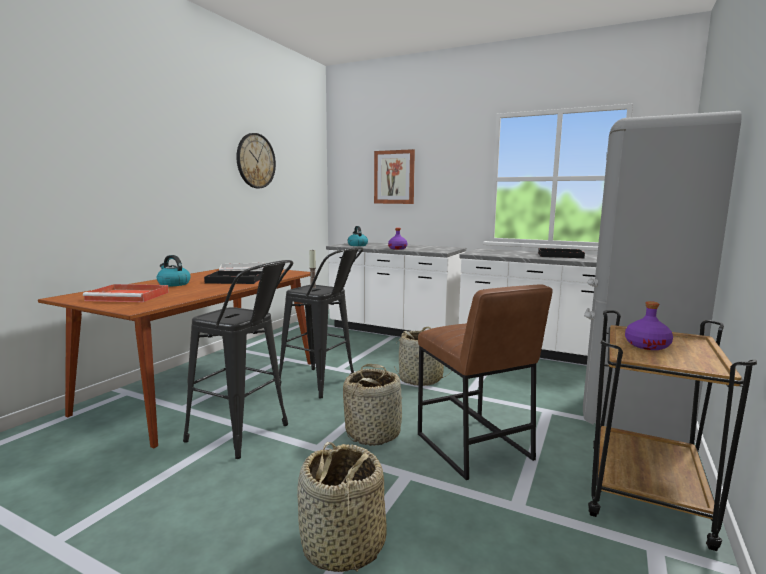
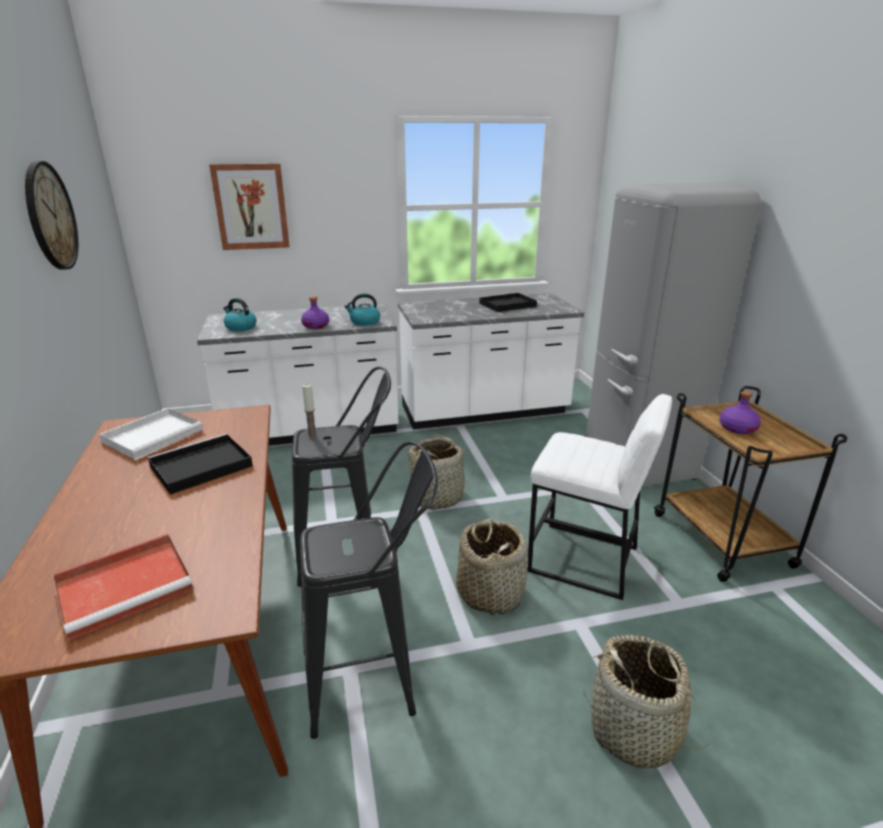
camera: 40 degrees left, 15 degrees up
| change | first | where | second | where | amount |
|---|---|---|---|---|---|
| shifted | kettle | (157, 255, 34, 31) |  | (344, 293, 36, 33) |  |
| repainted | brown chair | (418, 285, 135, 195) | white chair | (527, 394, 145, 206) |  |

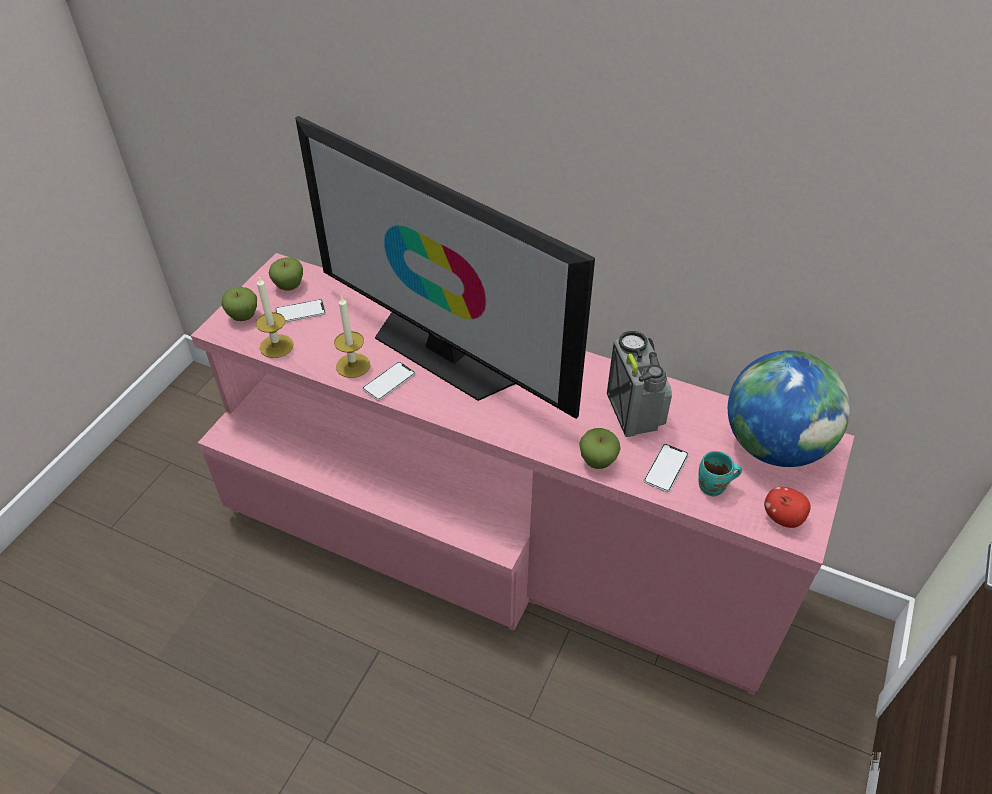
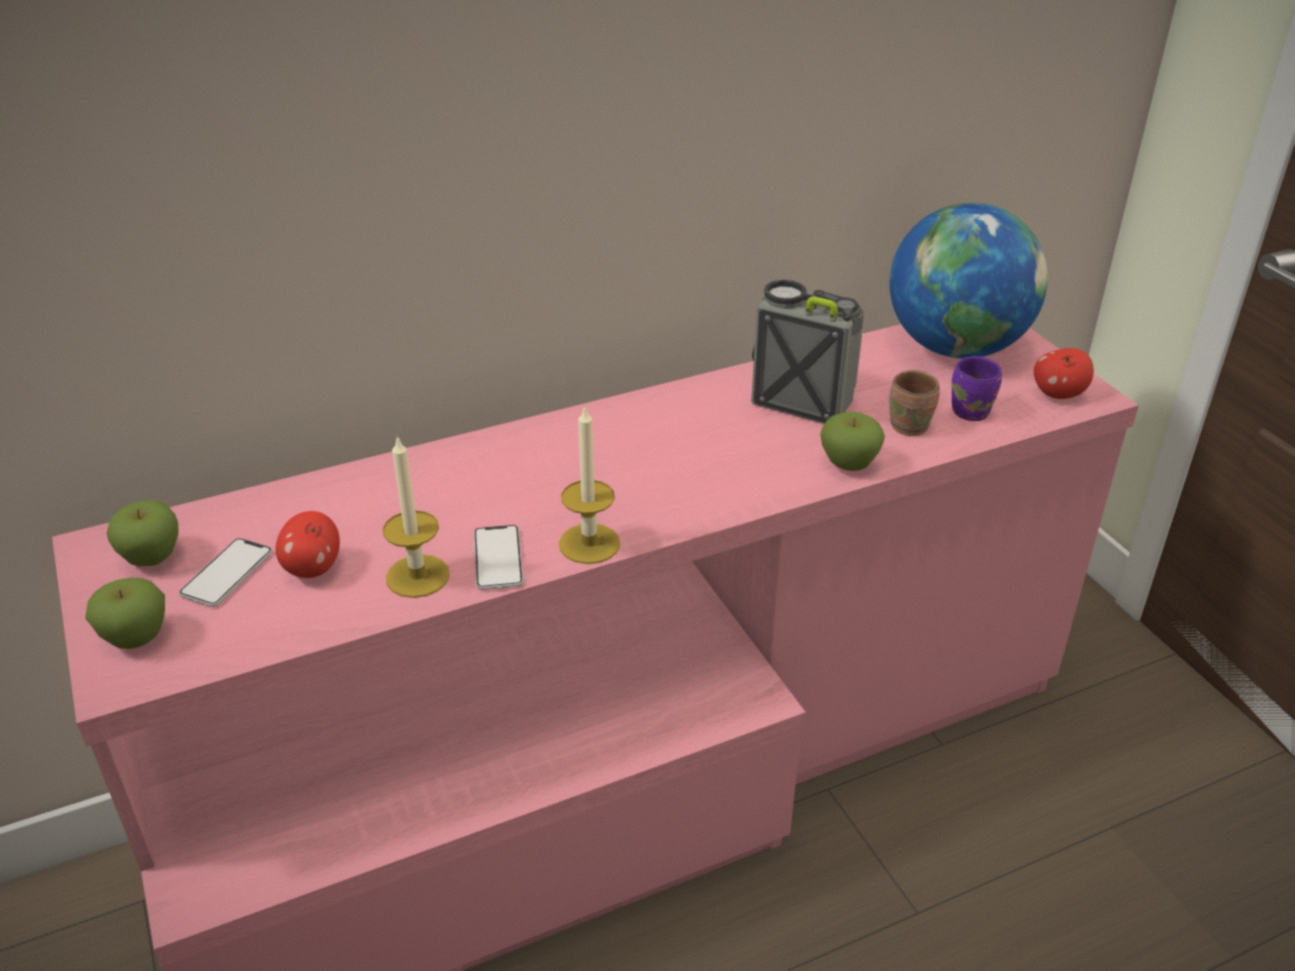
camera: 50 degrees left, 10 degrees down
| change | first | where | second | where | amount |
|---|---|---|---|---|---|
| shifted | candle | (256, 277, 37, 81) |  | (559, 405, 61, 159) |  |
| gone | television | (295, 116, 300, 303) |  |  |  |
| swapped | phone | (643, 444, 46, 48) | brown mug | (889, 370, 51, 66) |  |
| repainted | turquoise mug | (698, 451, 44, 45) | purple mug | (952, 356, 50, 65) |  |
| new |  |  | apple | (276, 511, 64, 67) |  |

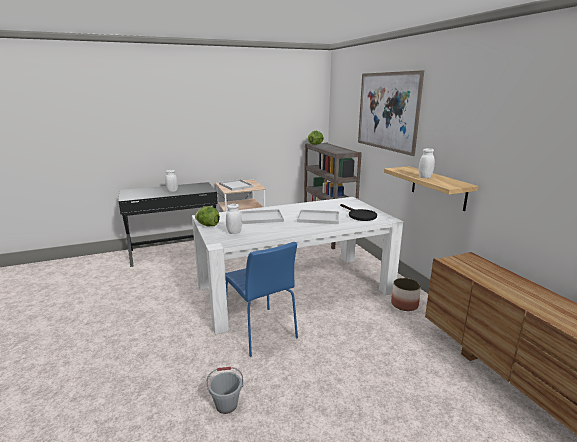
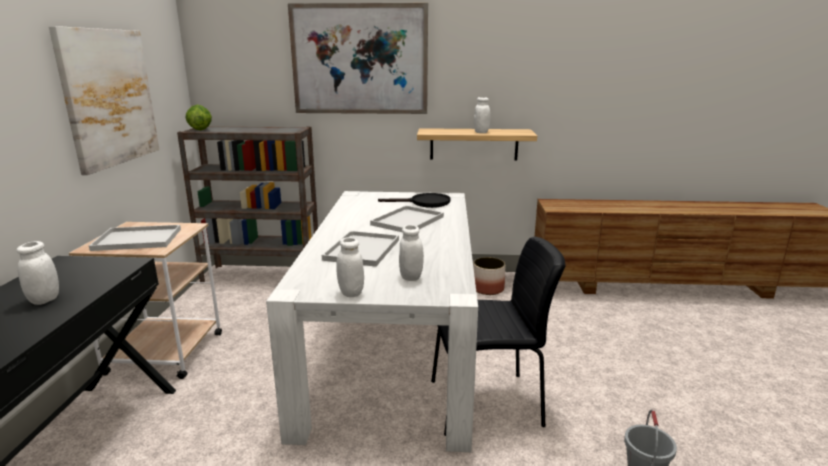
camera: 65 degrees left, 0 degrees up
| change | first | where | second | where | amount |
|---|---|---|---|---|---|
| swapped | lettuce | (195, 206, 25, 20) | white jar | (336, 237, 28, 60) |  |
| repainted | blue chair | (225, 242, 73, 115) | black chair | (431, 237, 135, 199) |  |
| new |  |  | picture | (49, 26, 111, 149) |  |

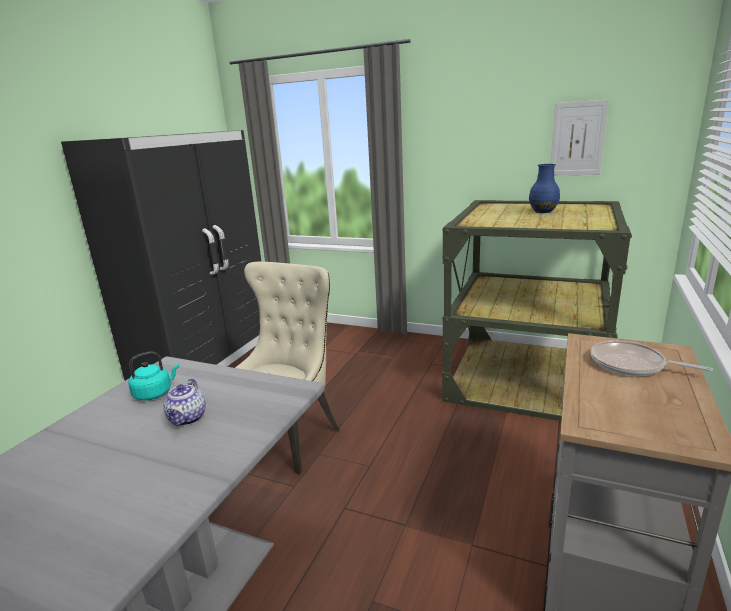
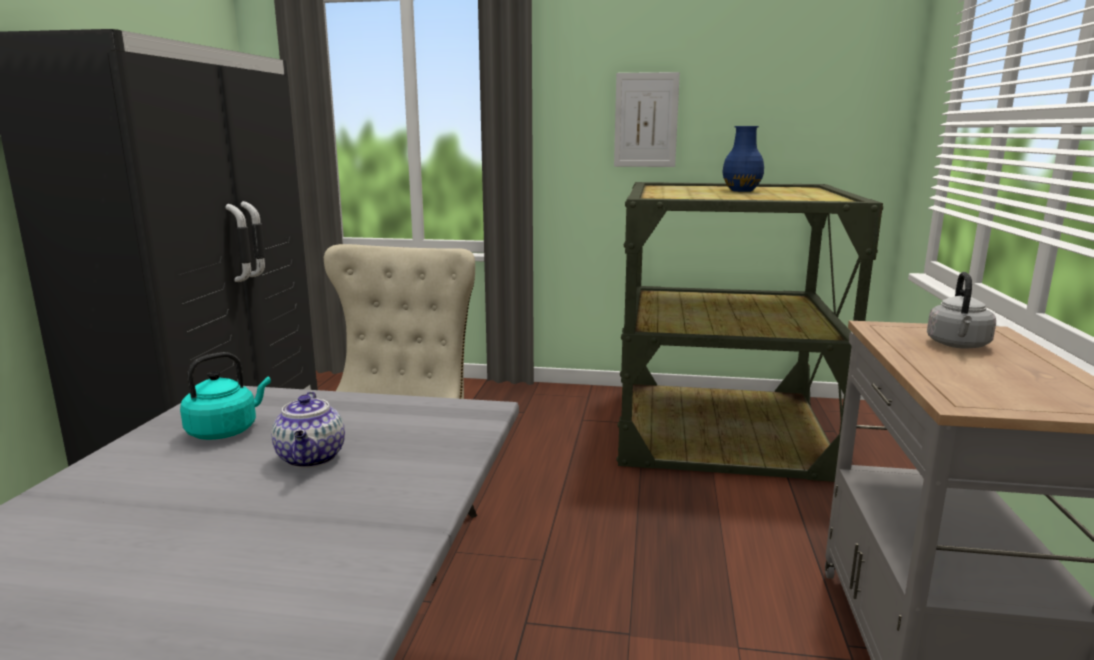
camera: 15 degrees left, 5 degrees down
| change | first | where | second | where | amount |
|---|---|---|---|---|---|
| shifted | picture | (550, 100, 59, 75) |  | (614, 72, 66, 95) |  |
| swapped | frying pan | (591, 340, 122, 36) | grey kettle | (927, 272, 69, 77) |  |

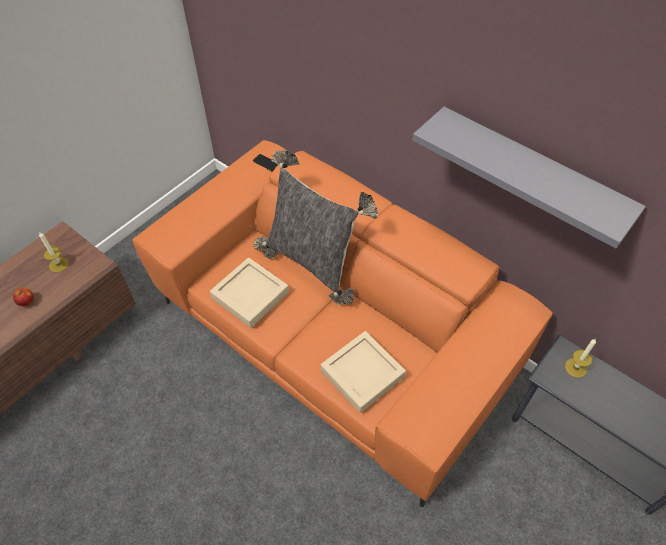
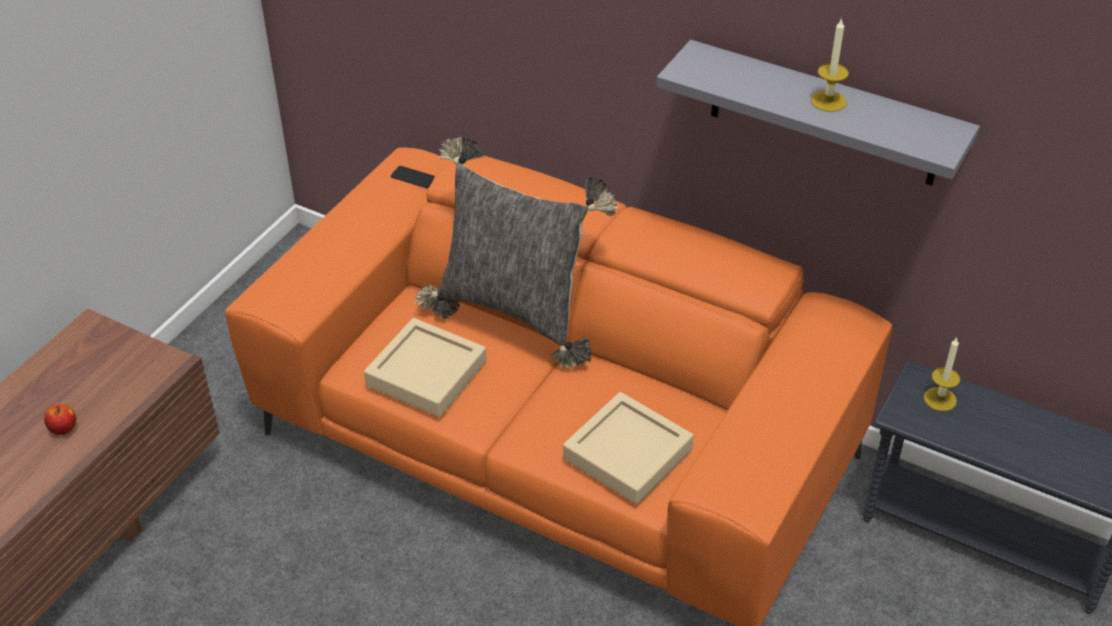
camera: 10 degrees left, 10 degrees down
| change | first | where | second | where | amount |
|---|---|---|---|---|---|
| shifted | candle | (39, 232, 30, 41) |  | (811, 18, 38, 94) |  |

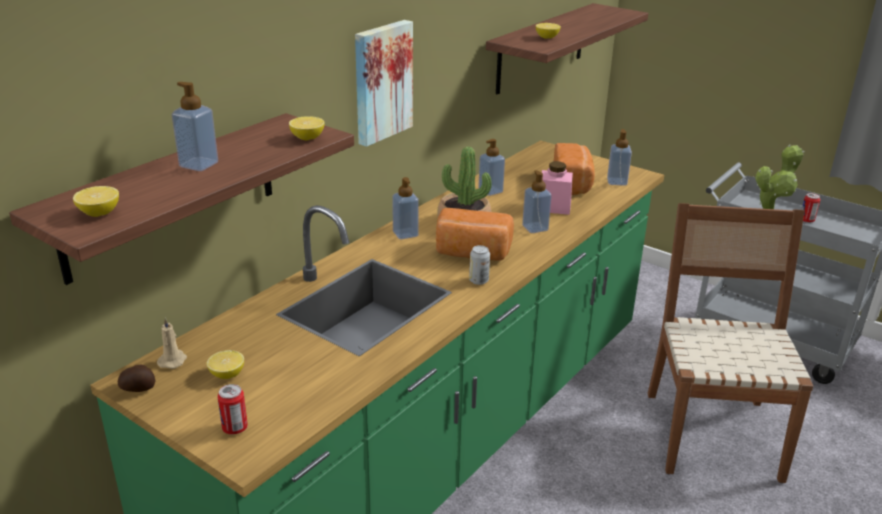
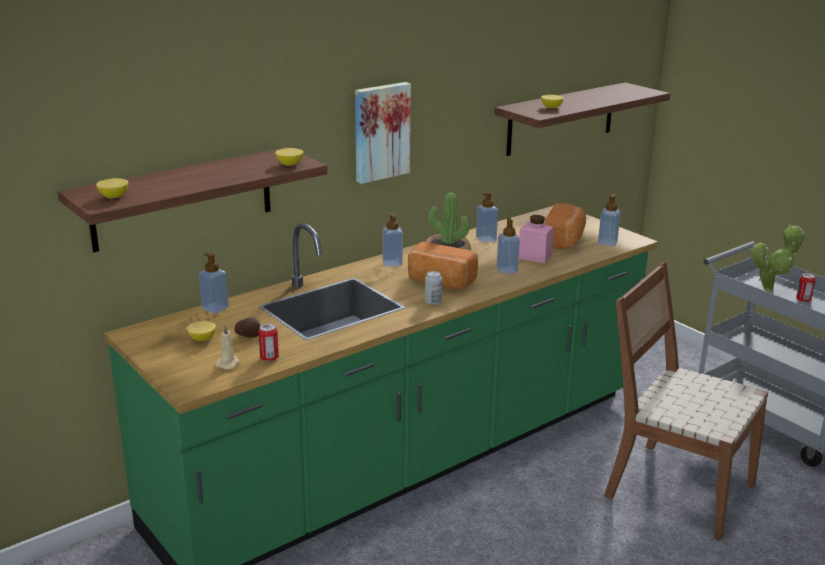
camera: 15 degrees right, 5 degrees down
| change | first | where | second | where | amount |
|---|---|---|---|---|---|
| shifted | potato | (118, 364, 37, 28) |  | (234, 317, 27, 21) |  |
| shifted | beige candle | (157, 317, 30, 52) |  | (215, 325, 25, 44) |  |
| shifted | soap dispenser | (172, 82, 46, 89) |  | (199, 252, 30, 62) |  |
| shifted | can | (217, 384, 31, 50) |  | (258, 323, 21, 38) |  |
| rotated | chair | (648, 203, 165, 280) |  | (604, 261, 164, 279) | 75 degrees counterclockwise |

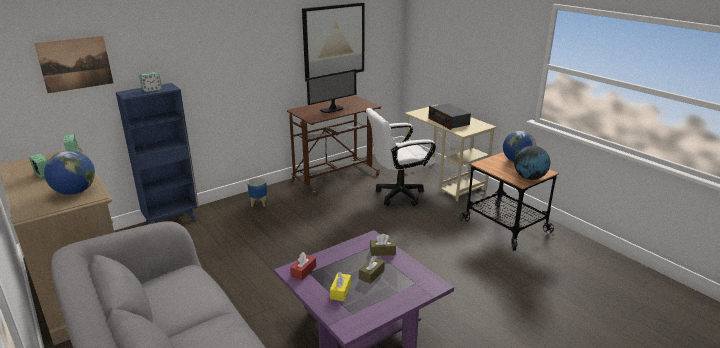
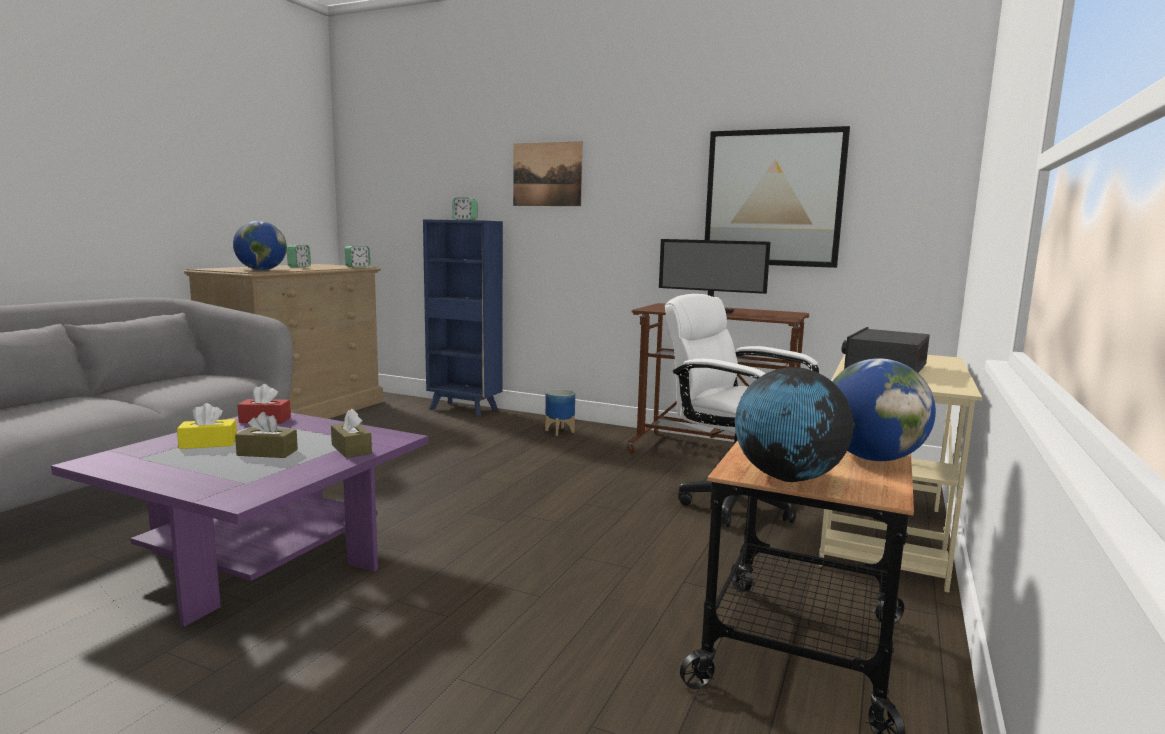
camera: 60 degrees right, 15 degrees down
| change | first | where | second | where | amount |
|---|---|---|---|---|---|
| shifted | picture | (34, 36, 79, 57) |  | (513, 141, 70, 65) |  |

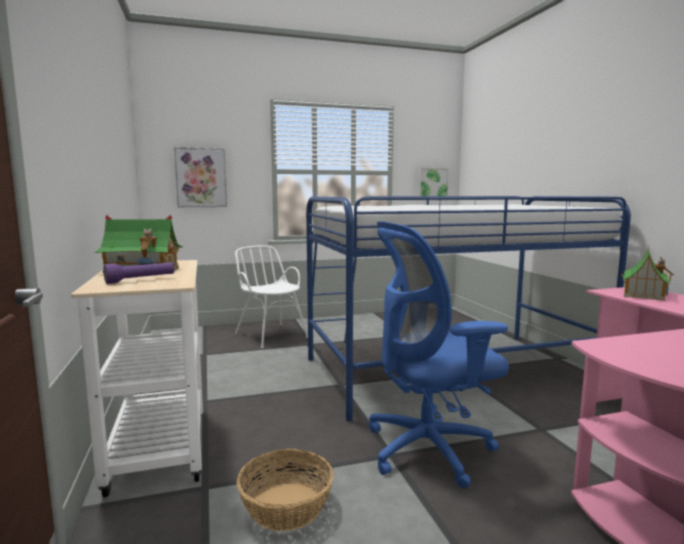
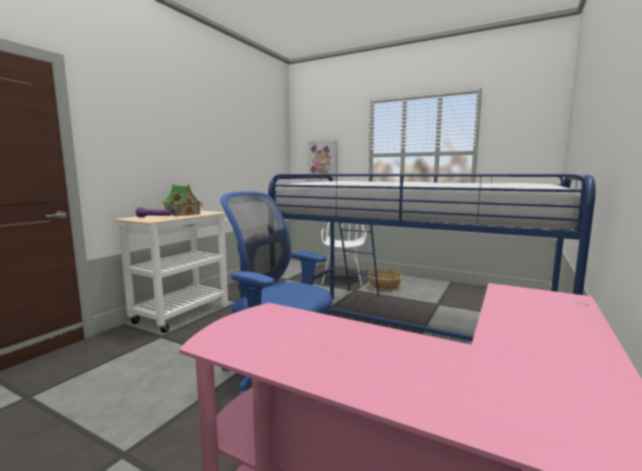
camera: 45 degrees right, 0 degrees up
| change | first | where | second | where | amount |
|---|---|---|---|---|---|
| shifted | basket | (237, 449, 97, 82) |  | (367, 270, 35, 21) |  |
| gone | picture | (418, 168, 32, 33) |  |  |  |
| gone | toy house | (619, 245, 55, 56) |  |  |  |

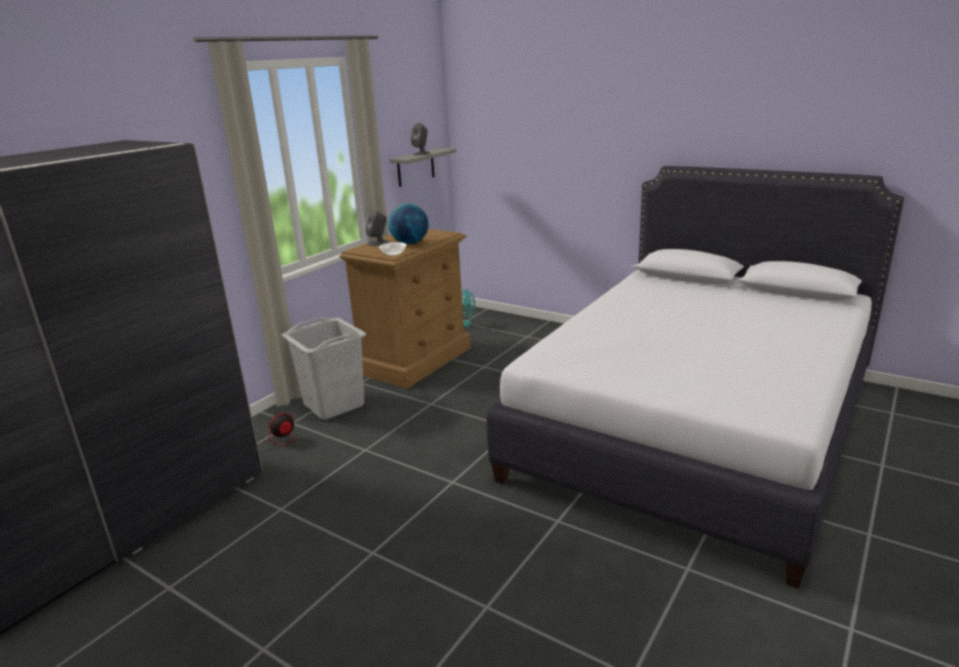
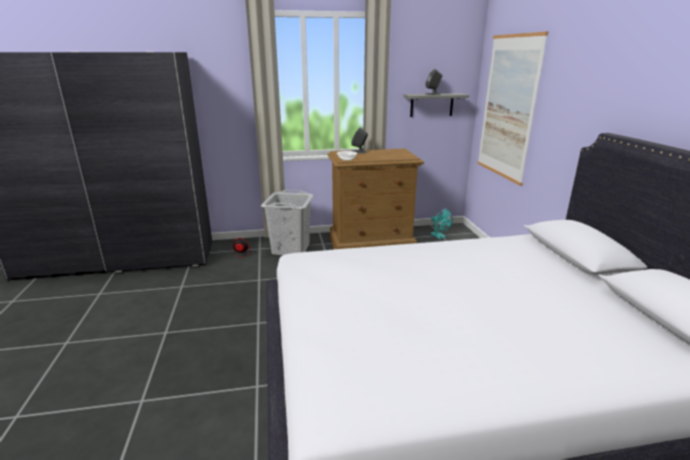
camera: 45 degrees right, 0 degrees up
| change | first | where | second | where | amount |
|---|---|---|---|---|---|
| gone | globe | (388, 204, 41, 40) |  |  |  |
| new |  |  | picture | (477, 32, 71, 154) |  |

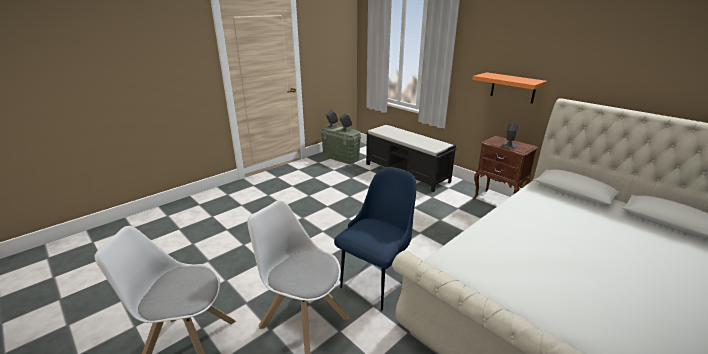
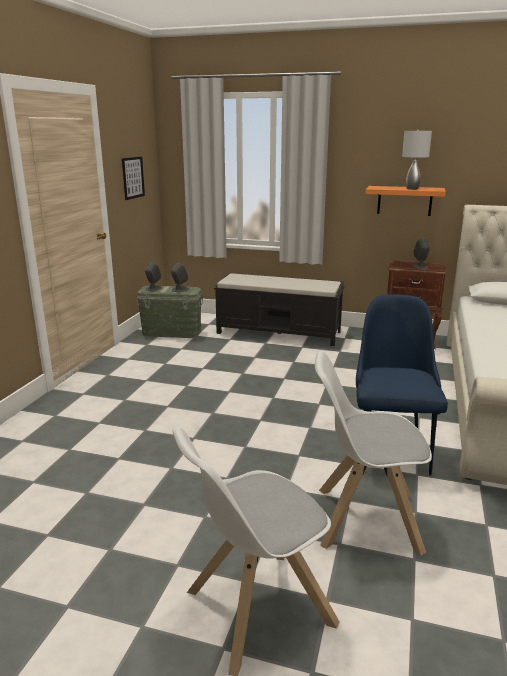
camera: 30 degrees left, 5 degrees down
| change | first | where | second | where | amount |
|---|---|---|---|---|---|
| new |  |  | picture | (122, 157, 23, 43) |  |
| new |  |  | grey table lamp | (402, 130, 30, 60) |  |

